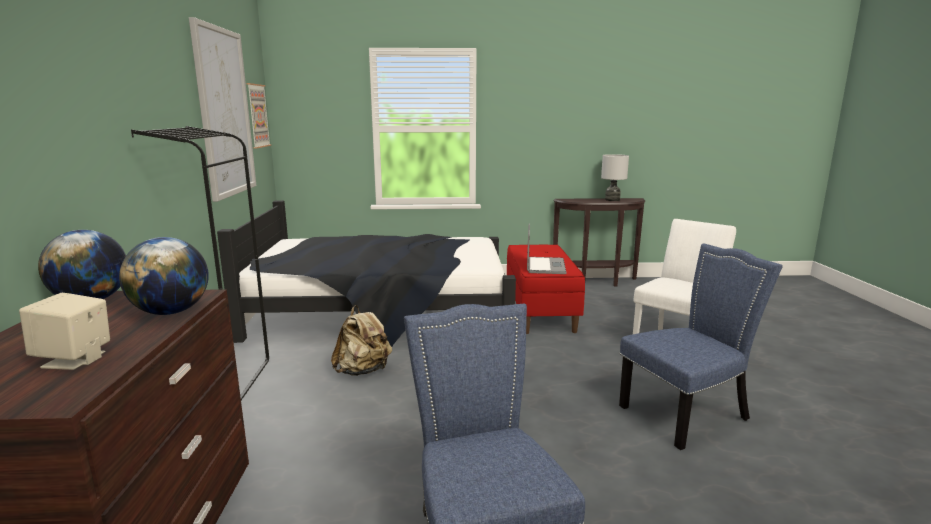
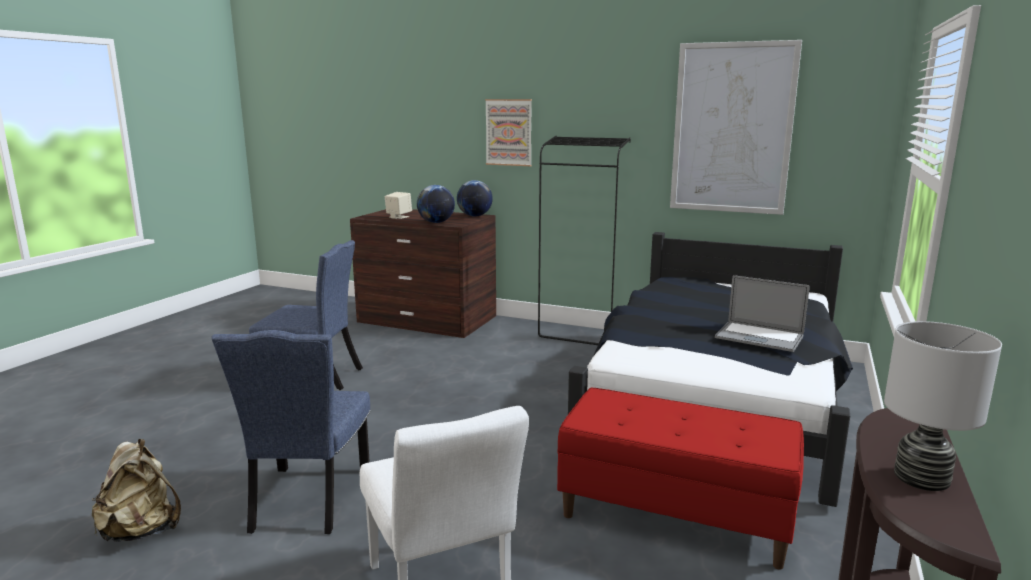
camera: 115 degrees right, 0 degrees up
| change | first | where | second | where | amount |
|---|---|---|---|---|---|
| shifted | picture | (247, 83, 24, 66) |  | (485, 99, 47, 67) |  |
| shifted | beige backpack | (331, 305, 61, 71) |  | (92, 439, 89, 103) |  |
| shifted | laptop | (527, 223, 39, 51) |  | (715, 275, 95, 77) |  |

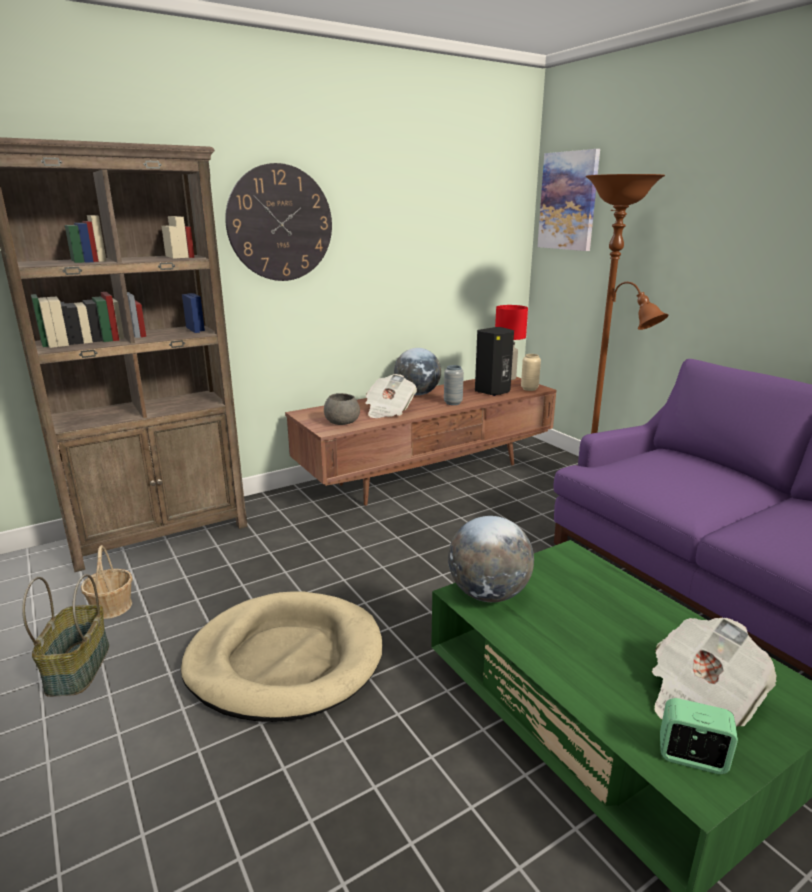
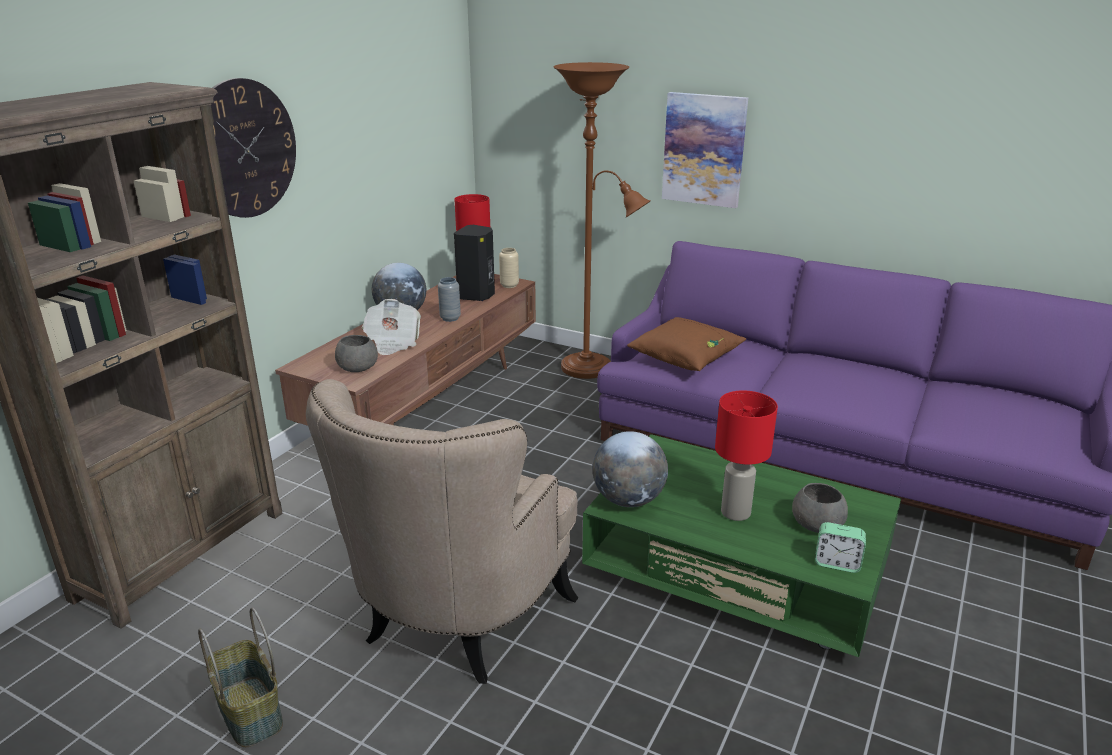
camera: 30 degrees left, 5 degrees up
| change | first | where | second | where | amount |
|---|---|---|---|---|---|
| gone | basket | (81, 545, 52, 74) |  |  |  |
| swapped | beige dog bed | (181, 592, 202, 130) | beige armchair | (306, 379, 272, 305) |  |
| shifted | picture | (537, 149, 63, 102) |  | (662, 92, 86, 116) |  |
| swapped | newspaper | (652, 618, 125, 109) | grey bowl | (792, 483, 56, 50) |  |
| rotated | alarm clock | (660, 698, 78, 76) |  | (815, 522, 51, 51) | 150 degrees counterclockwise |
| new |  |  | brown pillow | (627, 317, 119, 54) |  |
| new |  |  | red table lamp | (715, 390, 63, 131) |  |

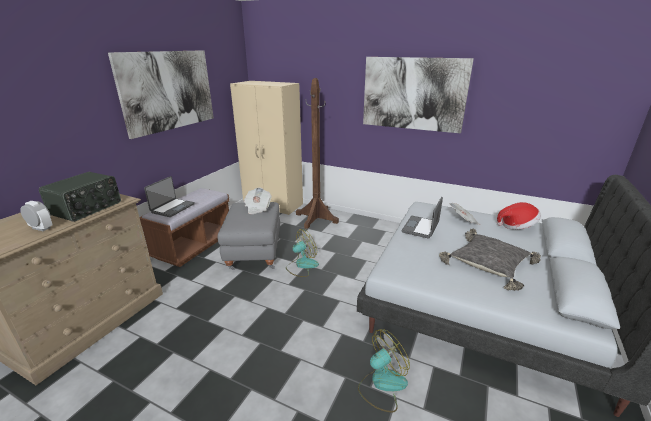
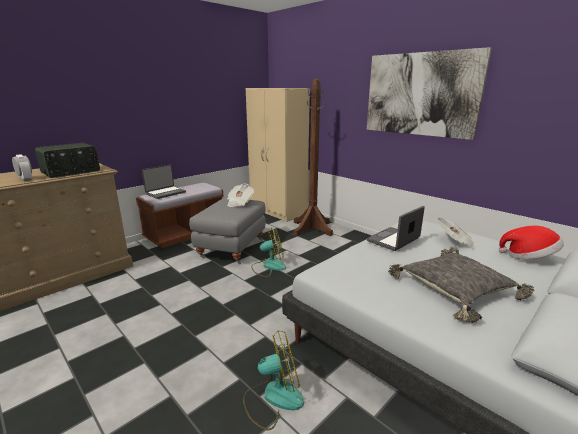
camera: 20 degrees right, 5 degrees down
| change | first | where | second | where | amount |
|---|---|---|---|---|---|
| gone | picture | (108, 50, 106, 89) |  |  |  |

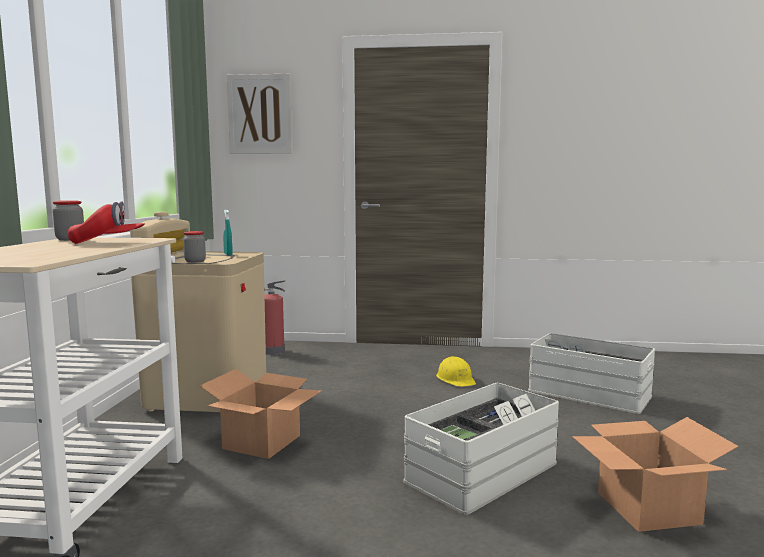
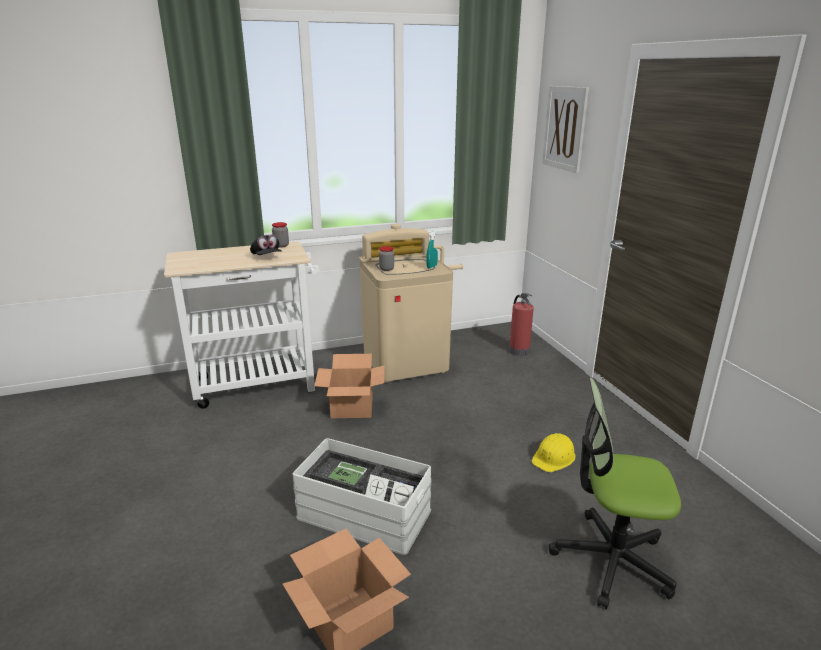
camera: 65 degrees right, 15 degrees up
| change | first | where | second | where | amount |
|---|---|---|---|---|---|
| repainted | red cap | (67, 201, 78, 43) | black cap | (250, 235, 32, 20) |  |
| swapped | white storage box | (528, 333, 127, 81) | office chair | (549, 378, 132, 231) |  |

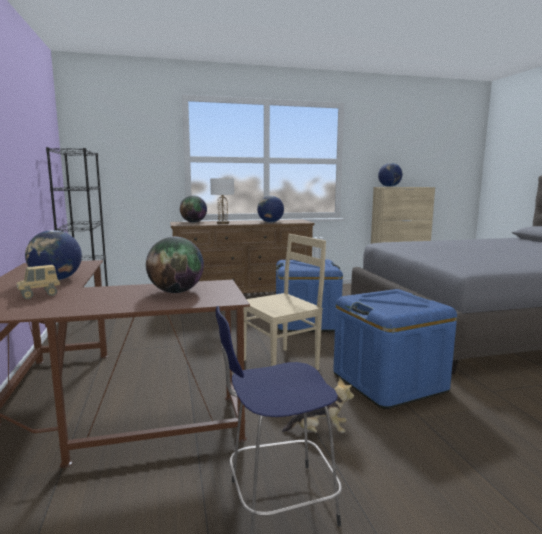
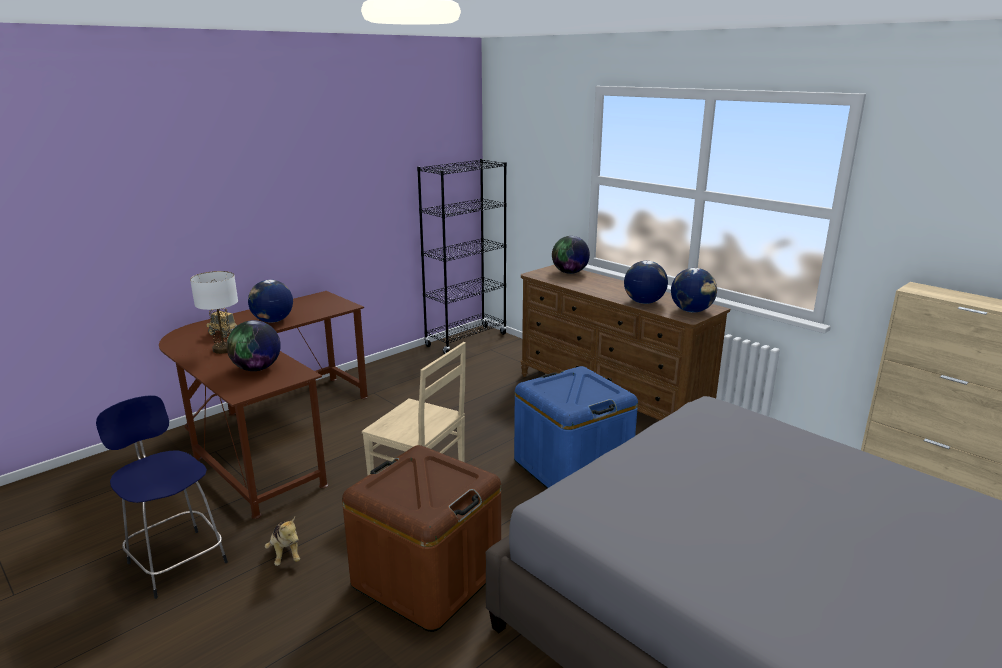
camera: 60 degrees right, 10 degrees up
| change | first | where | second | where | amount |
|---|---|---|---|---|---|
| shifted | table lamp | (210, 178, 24, 46) |  | (190, 271, 48, 83) |  |
| repainted | blue storage box | (333, 289, 124, 120) | brown storage box | (342, 445, 159, 187) |  |
| shifted | globe | (378, 163, 25, 24) |  | (671, 268, 46, 45) |  |

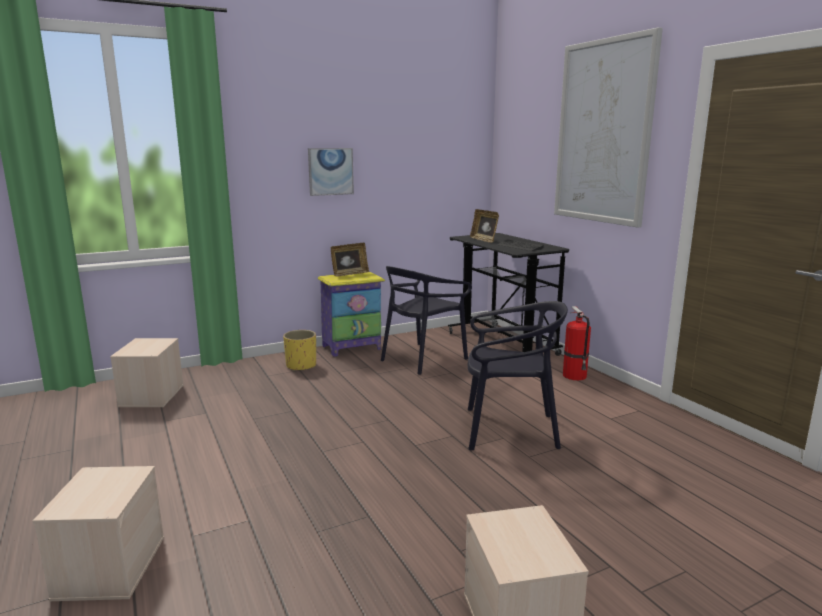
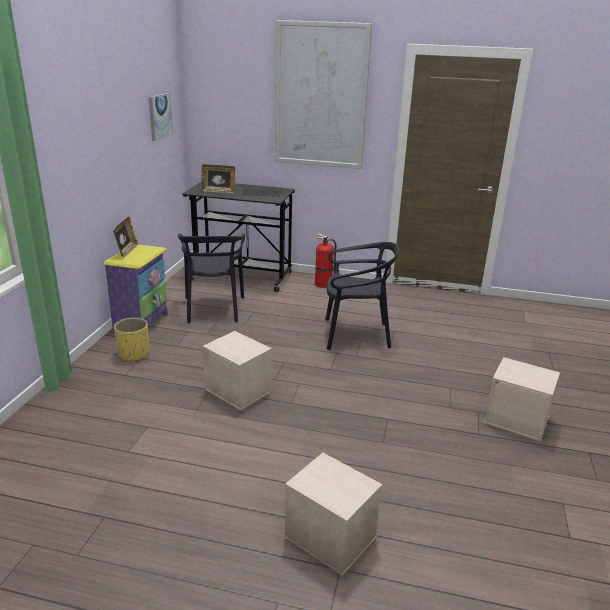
camera: 50 degrees left, 10 degrees up
| change | first | where | second | where | amount |
|---|---|---|---|---|---|
| shifted | beige storage box | (110, 338, 74, 69) |  | (202, 331, 70, 80) |  |
| shifted | picture | (308, 148, 46, 48) |  | (149, 93, 24, 48) |  |
| rotated | black chair | (468, 301, 100, 150) |  | (325, 242, 74, 108) | 45 degrees clockwise |

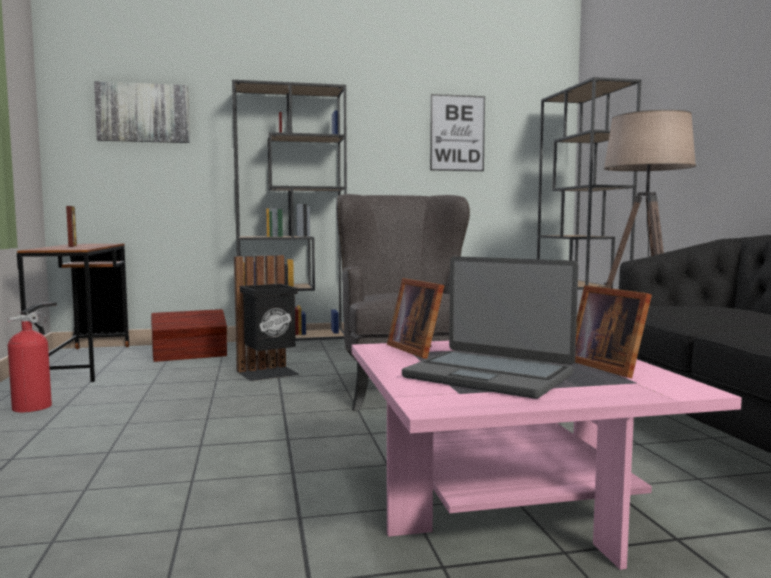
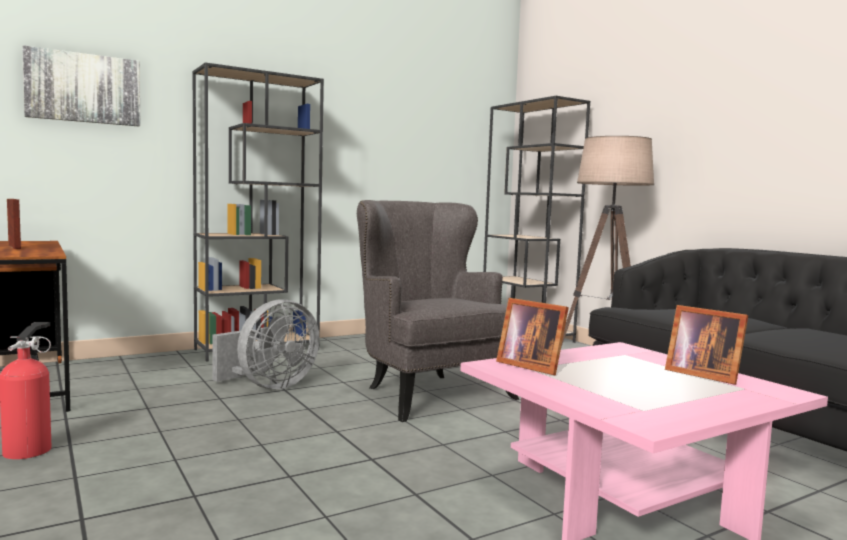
camera: 20 degrees left, 0 degrees up
| change | first | where | second | where | amount |
|---|---|---|---|---|---|
| gone | brown storage box | (151, 309, 76, 53) |  |  |  |
| swapped | black trash can | (234, 255, 66, 126) | grey fan | (212, 300, 108, 89) |  |
| gone | laptop | (402, 256, 176, 143) |  |  |  |
| gone | picture | (430, 94, 55, 77) |  |  |  |

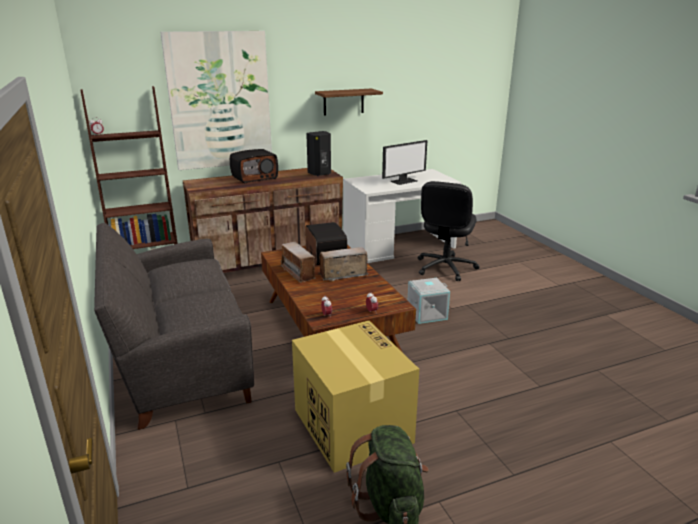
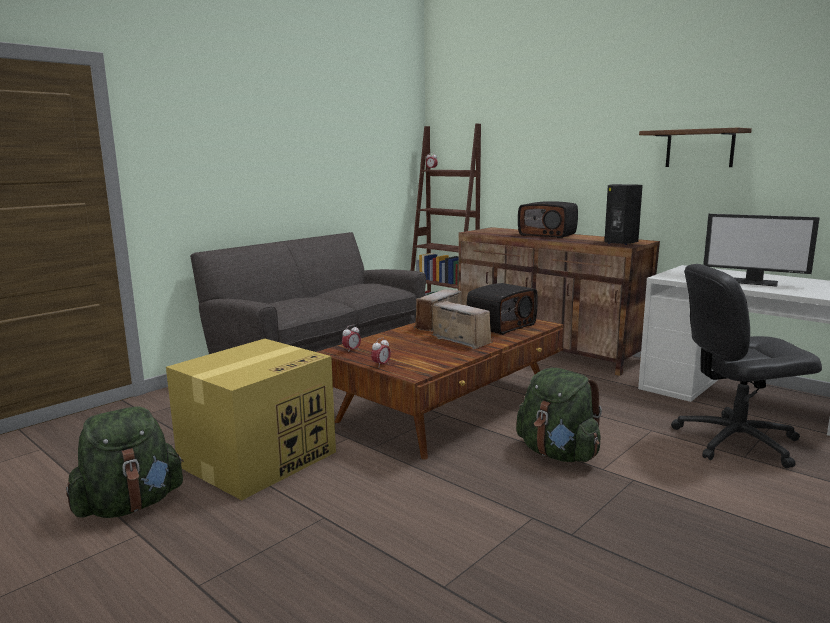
camera: 65 degrees right, 10 degrees down
| change | first | where | second | where | amount |
|---|---|---|---|---|---|
| gone | picture | (160, 31, 112, 139) |  |  |  |
| swapped | grey storage box | (408, 278, 42, 46) | green backpack | (516, 367, 86, 95) |  |

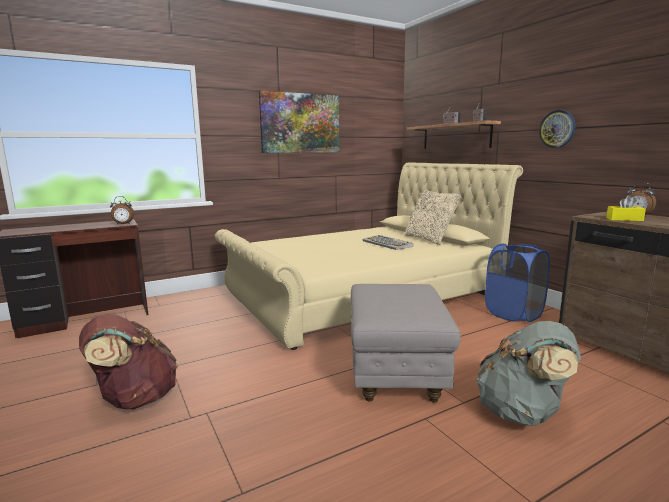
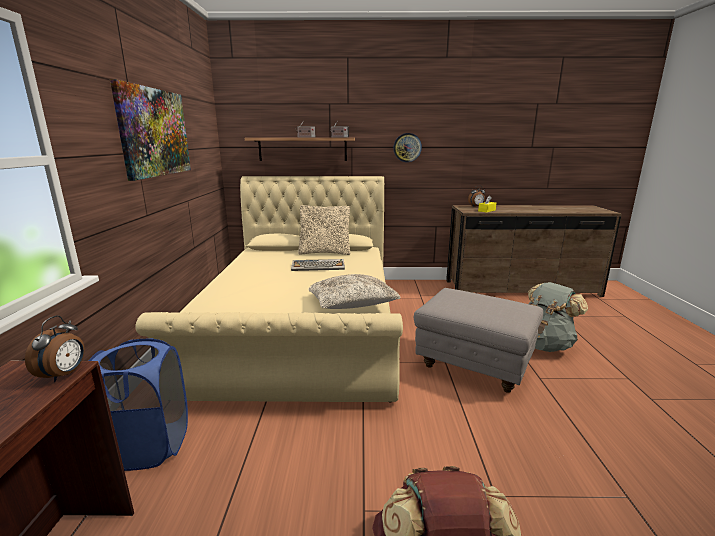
camera: 60 degrees left, 5 degrees up
| change | first | where | second | where | amount |
|---|---|---|---|---|---|
| shifted | blue laundry basket | (485, 244, 65, 78) |  | (88, 338, 100, 133) |  |
| new |  |  | beige pillow | (309, 274, 91, 35) |  |

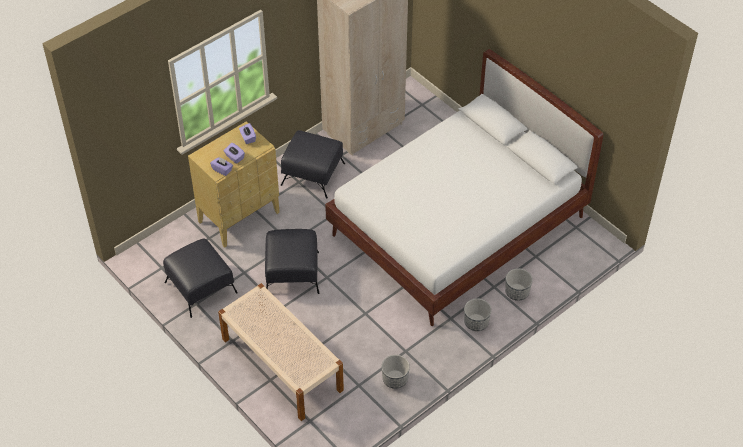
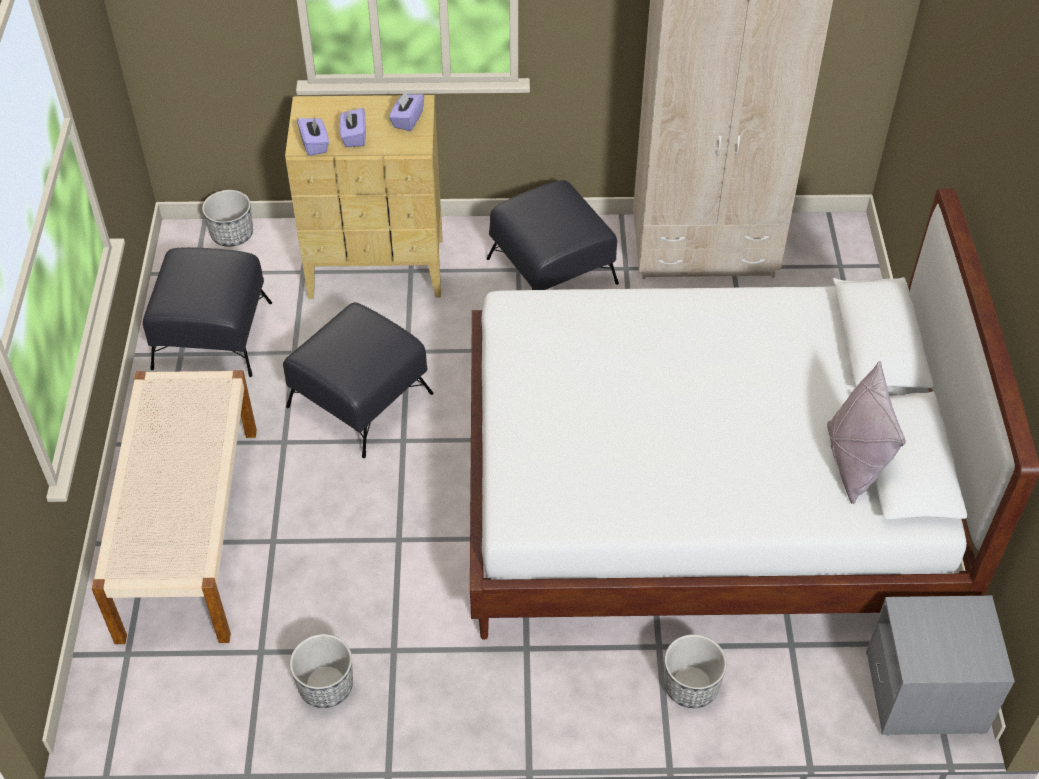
camera: 40 degrees right, 0 degrees up
| change | first | where | second | where | amount |
|---|---|---|---|---|---|
| shifted | planter | (464, 298, 27, 33) |  | (202, 190, 51, 57) |  |
| new |  |  | purple pillow | (827, 361, 79, 143) |  |
| new |  |  | grey nightstand | (866, 596, 149, 140) |  |

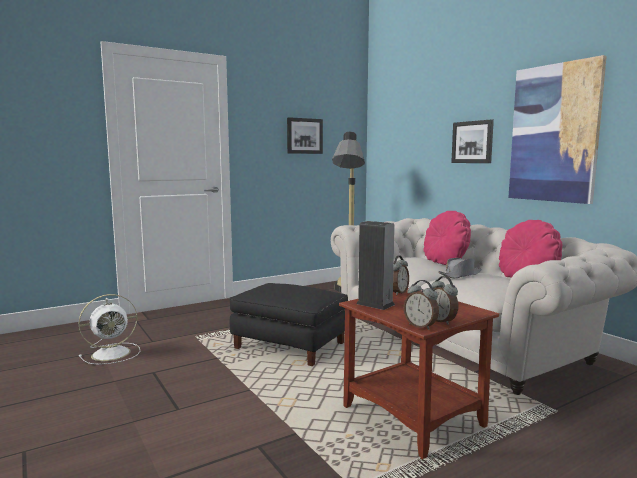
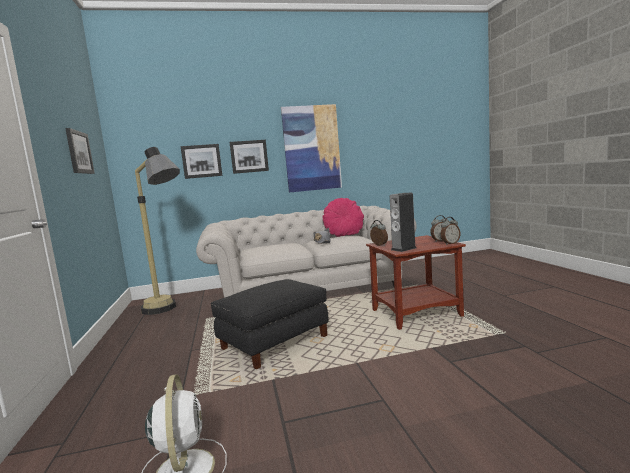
camera: 70 degrees left, 0 degrees up
| change | first | where | second | where | amount |
|---|---|---|---|---|---|
| gone | pink pillow | (424, 211, 47, 54) |  |  |  |
| new |  |  | picture | (180, 144, 42, 35) |  |

